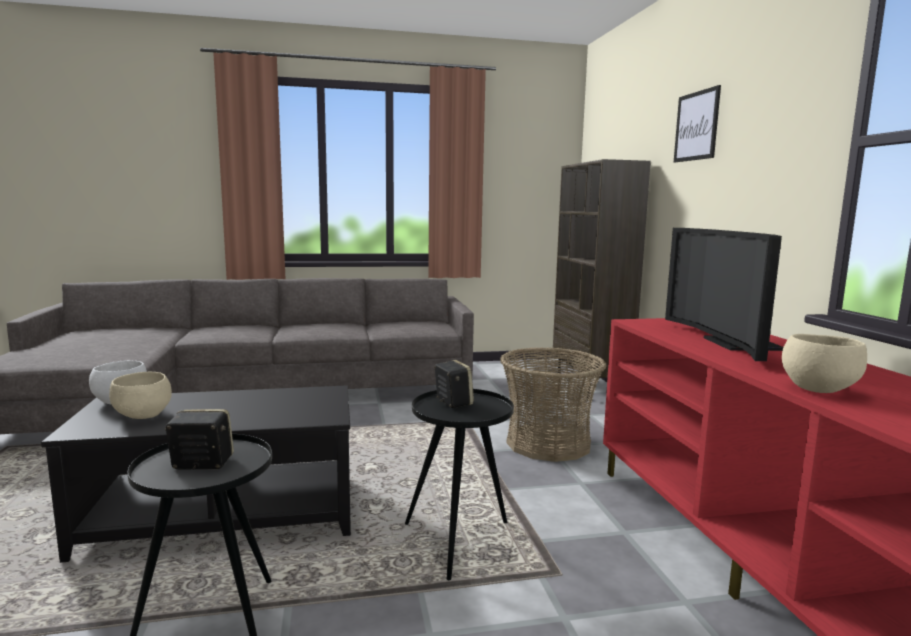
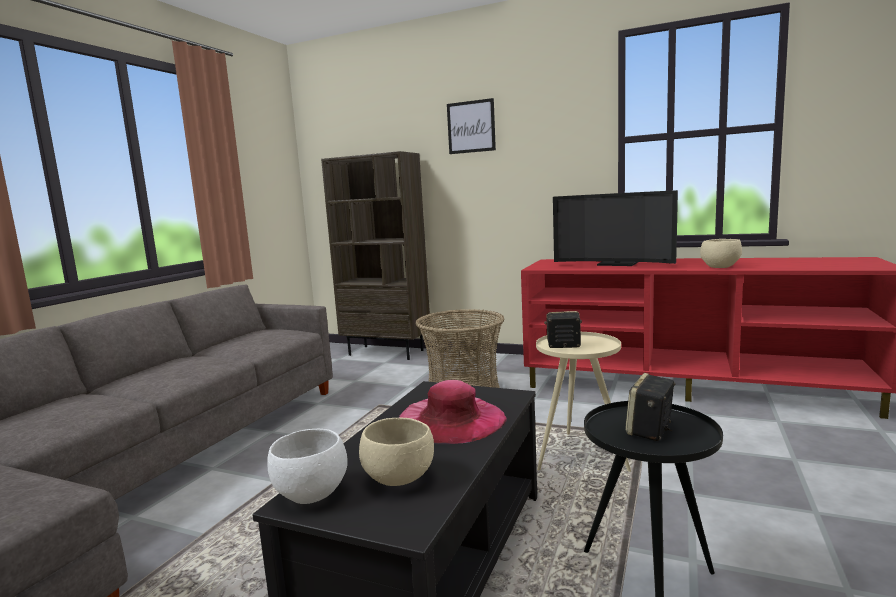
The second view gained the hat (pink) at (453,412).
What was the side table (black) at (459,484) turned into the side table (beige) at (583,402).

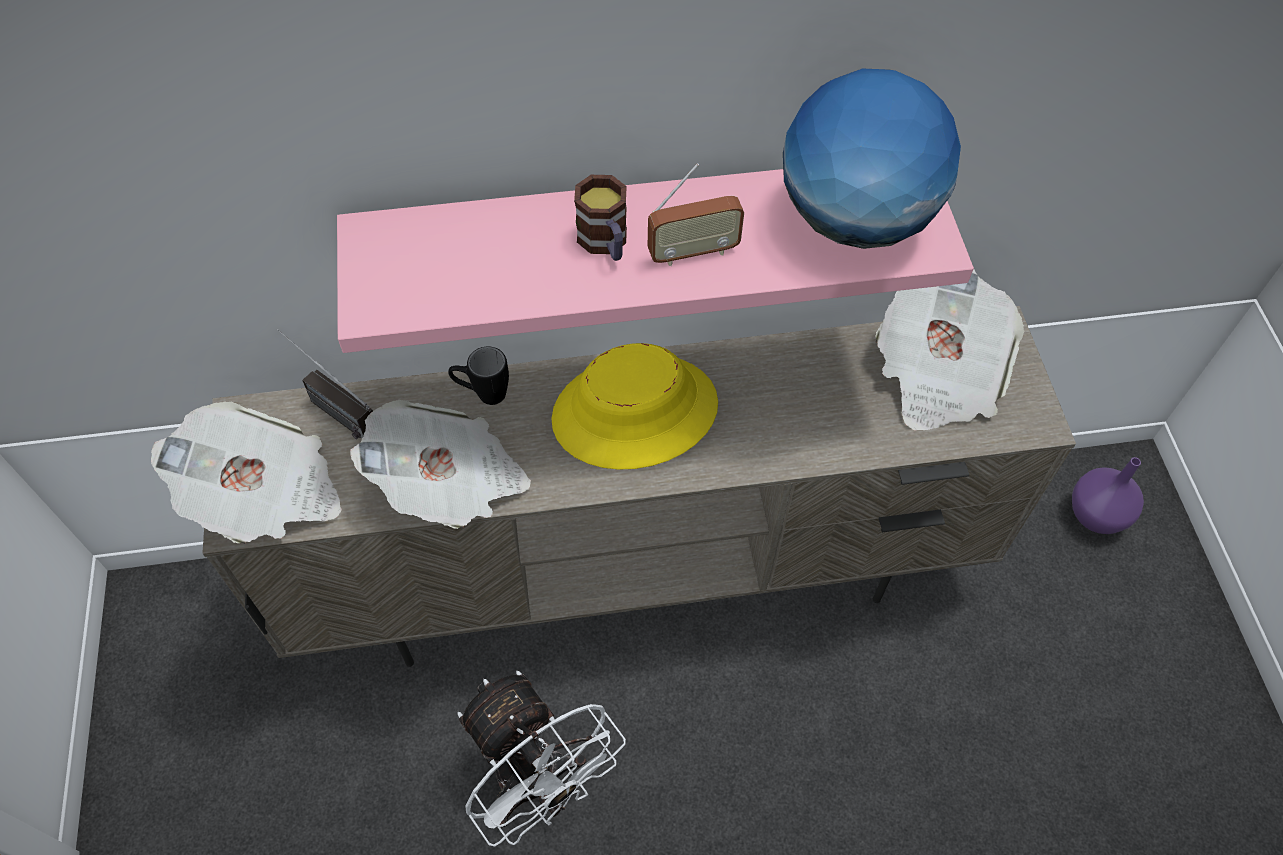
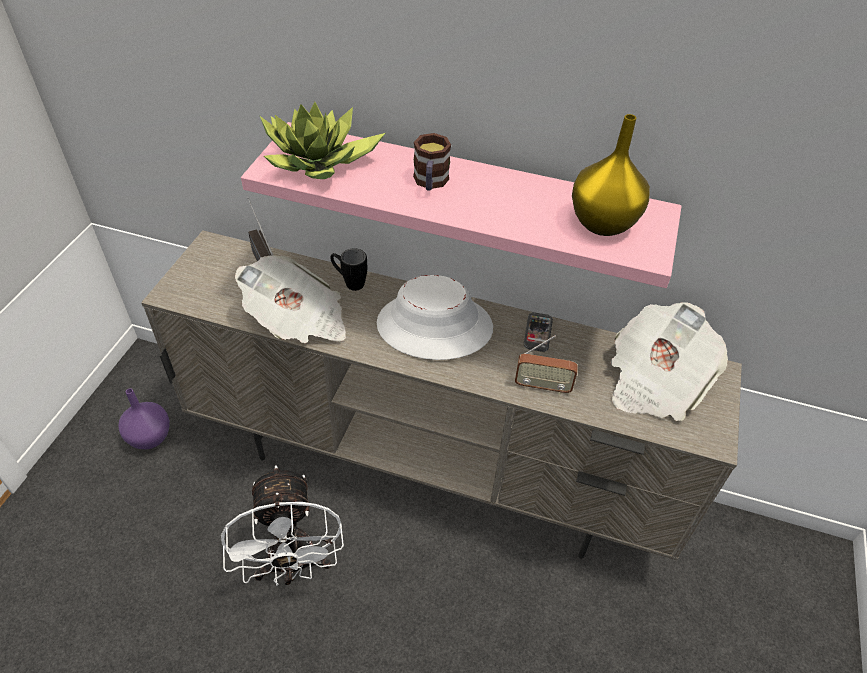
The second view lost the newspaper at (246,472).
The second view gained the potted plant at (322,140).
The second view gained the phone at (538,332).
The radio ended up elsewhere, having gone from (696,214) to (546,365).
The vase (purple) ended up elsewhere, having gone from (1108,495) to (144,418).
Where the globe stood at (872,158), the vase (yellow) came to stand at (611,175).
What was the hat (yellow) at (634,406) turned into the hat (white) at (435,317).

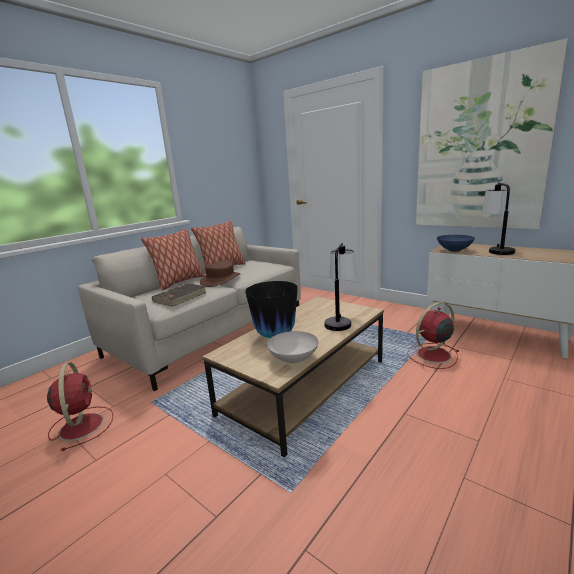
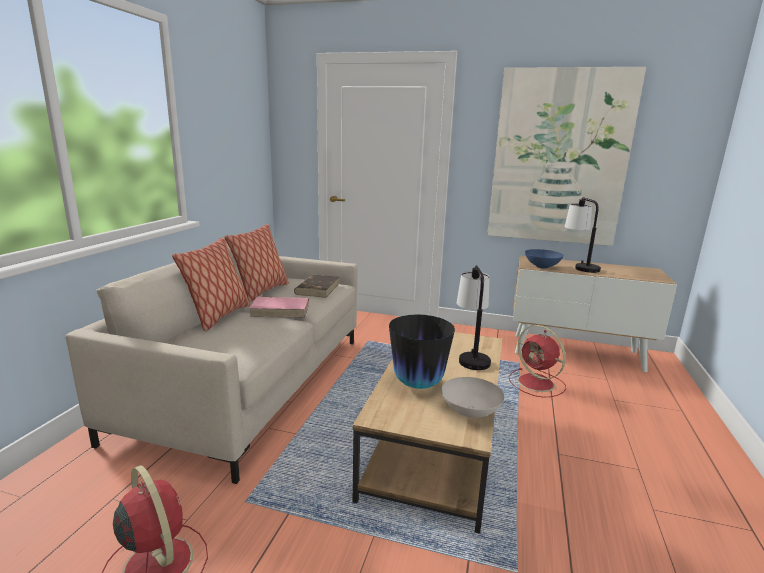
The book (brown) ended up elsewhere, having gone from (179,295) to (317,286).
Where the hat (brown) stood at (220,273), the book (pink) came to stand at (279,307).
The fan (red) at (433,335) ended up facing another way, 75 degrees counterclockwise from before.

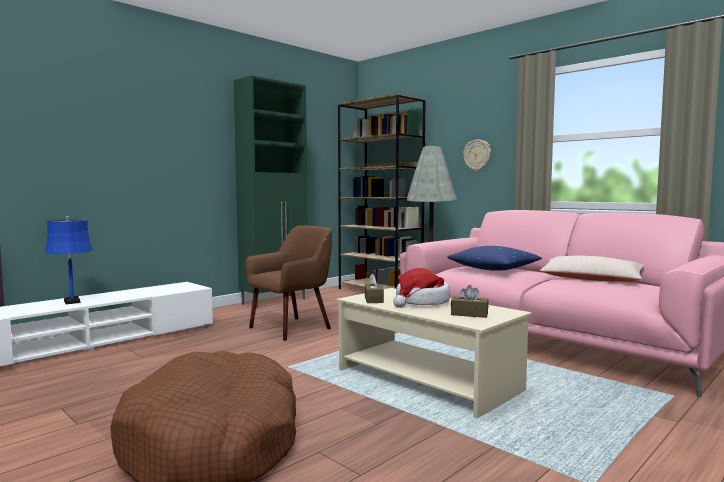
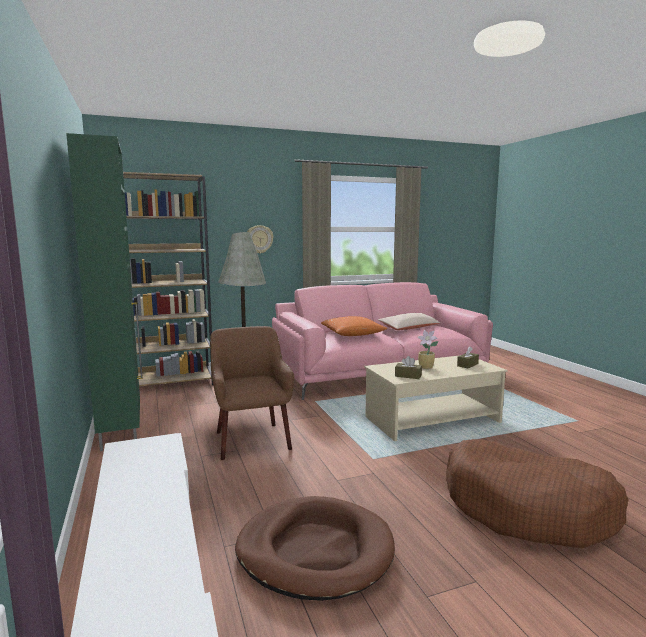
The second view lost the table lamp (blue) at (68,260).
The second view gained the dog bed (brown) at (315,548).
Where the hat stood at (421,288), the potted plant came to stand at (428,349).
What was the pillow (blue) at (494,258) turned into the pillow (orange) at (354,326).

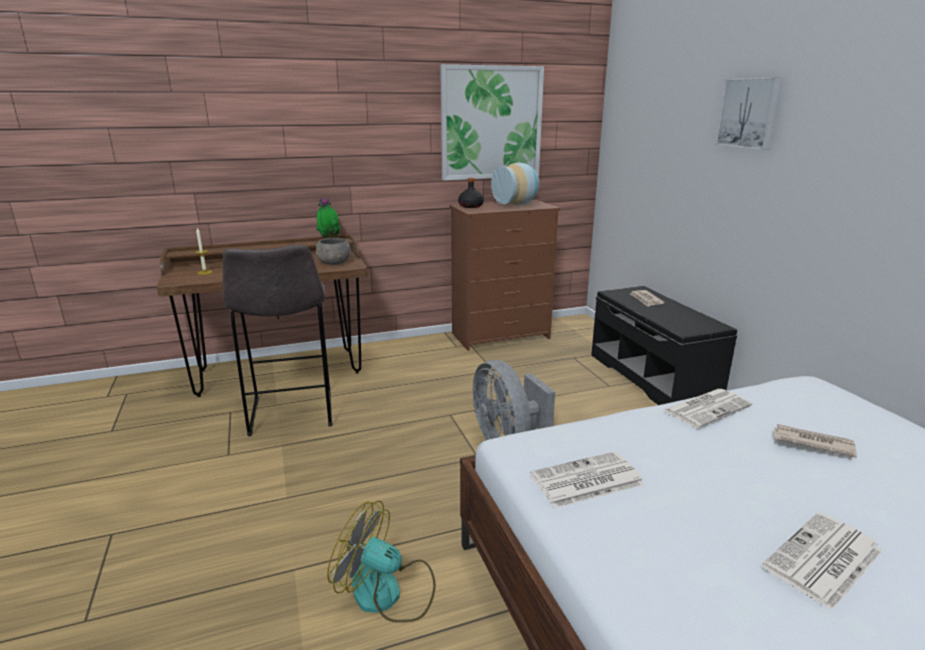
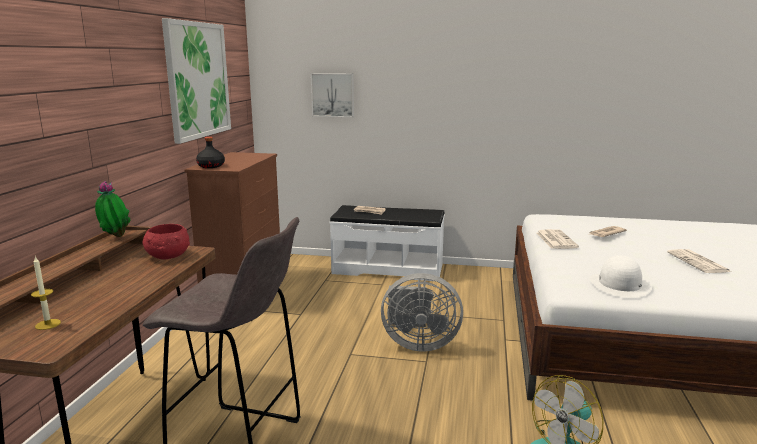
The second view lost the vase at (515,184).
The picture ended up elsewhere, having gone from (749,113) to (332,95).
Where the newspaper stood at (587,480), the hat (white) came to stand at (620,276).
What was the bowl (grey) at (333,251) turned into the bowl (red) at (166,241).
What was the bench (black) at (664,345) turned into the bench (white) at (387,243).

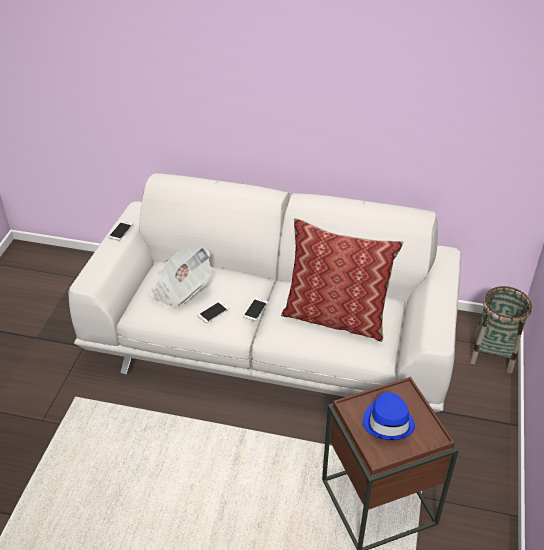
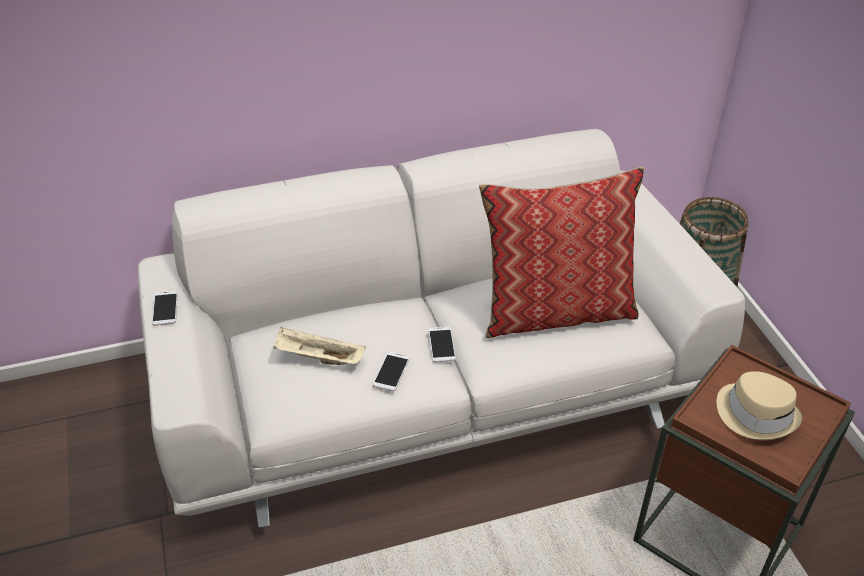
Where the newspaper stood at (181,277), the tray (beige) came to stand at (319,346).
What was the hat (blue) at (389,416) turned into the hat (beige) at (759,405).

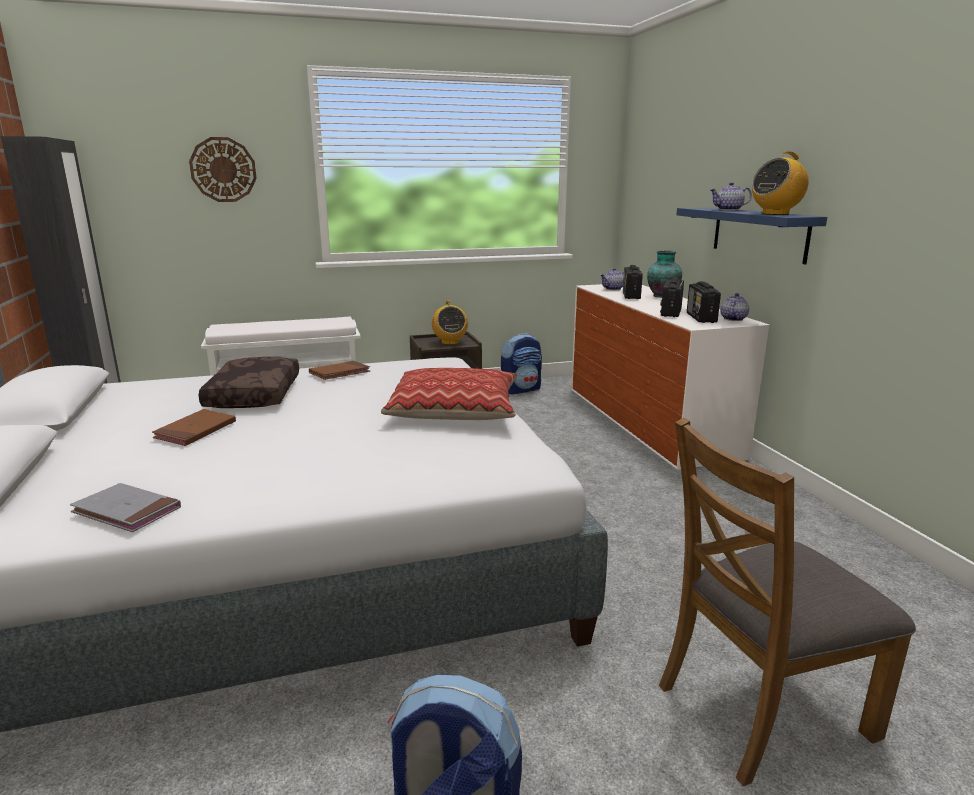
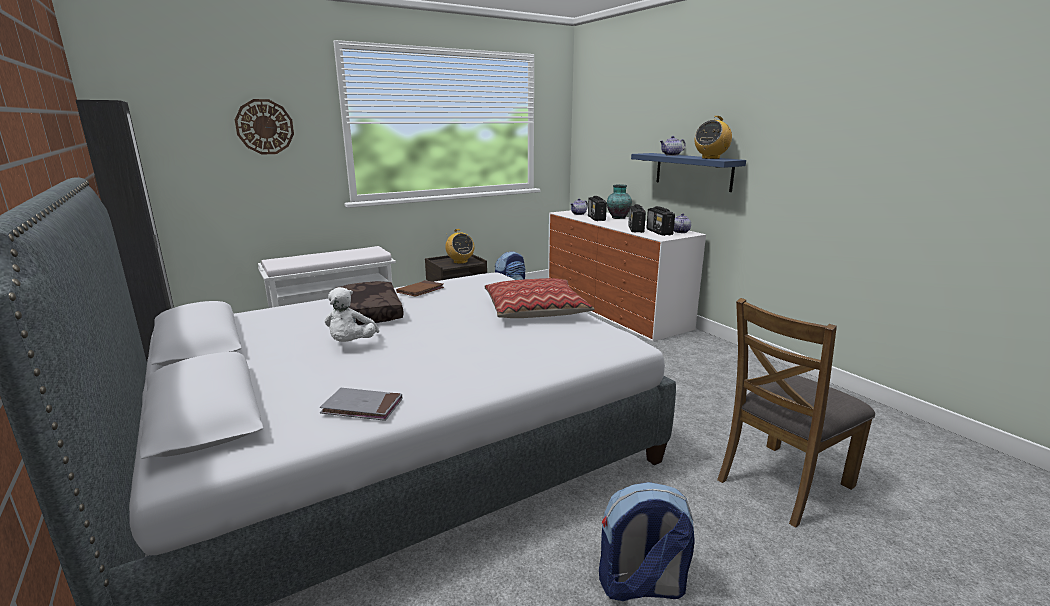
Where the book (brown) stood at (194,427), the plush toy (white) came to stand at (352,314).

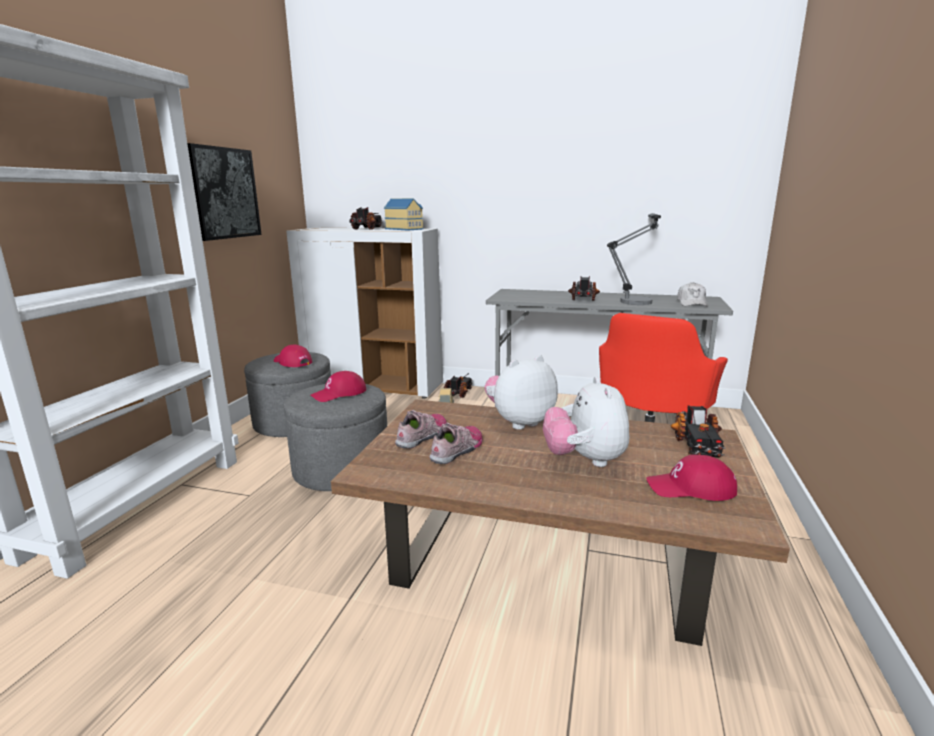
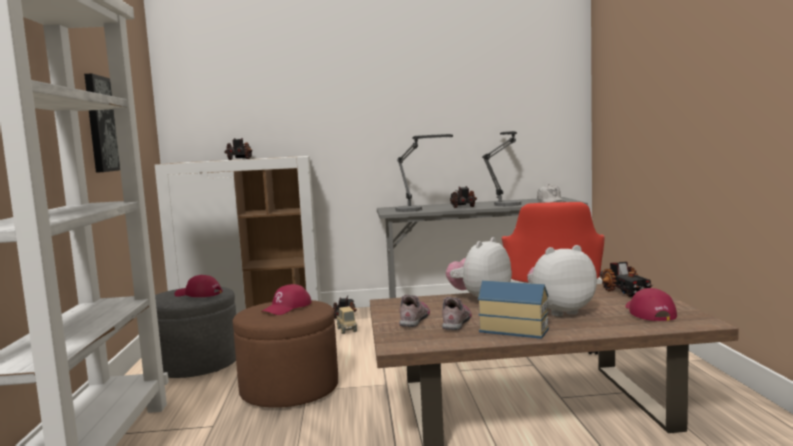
The second view gained the table lamp at (424,173).
The toy house ended up elsewhere, having gone from (403,214) to (513,309).
What was the ottoman (grey) at (335,437) turned into the ottoman (brown) at (285,354).
The plush toy at (586,421) ended up facing another way, 105 degrees clockwise from before.
The cap (red) at (691,478) ended up facing another way, 105 degrees clockwise from before.

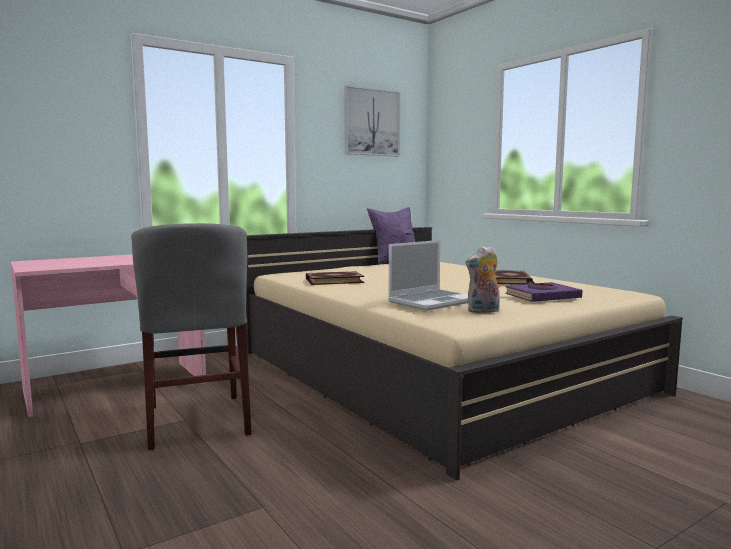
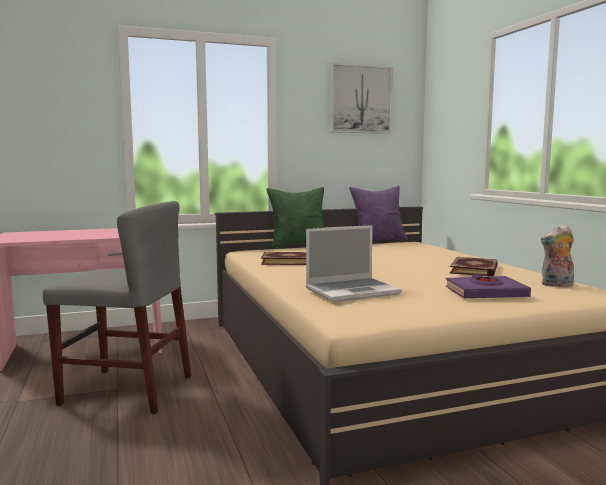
The second view gained the pillow (green) at (295,218).
The plush toy ended up elsewhere, having gone from (482,279) to (557,255).
The chair (grey) at (191,336) ended up facing another way, 75 degrees counterclockwise from before.

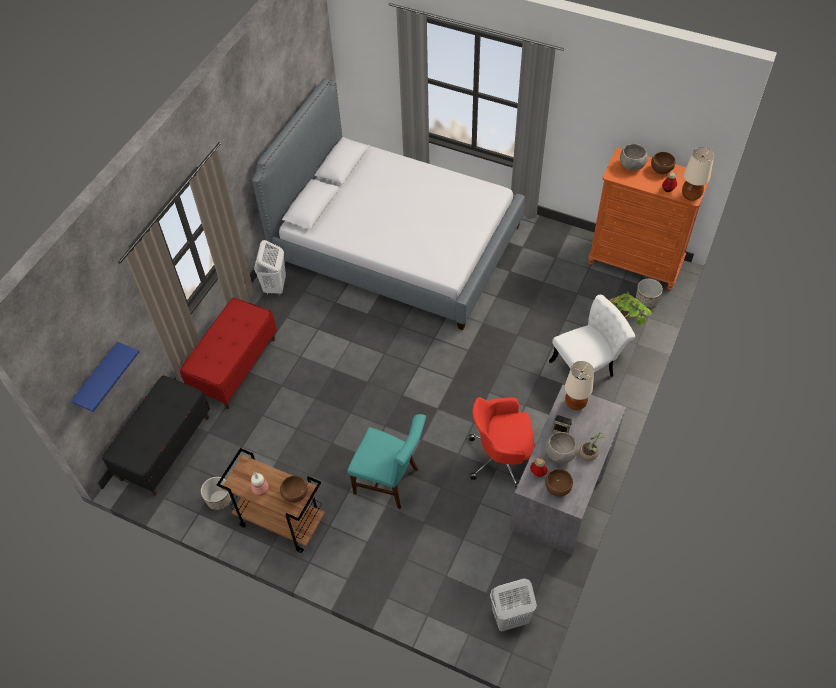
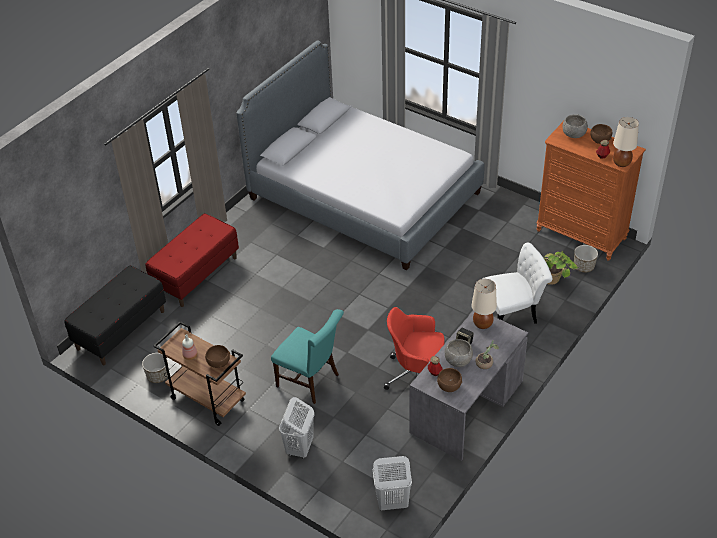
The second view lost the shelf (blue) at (105,377).
The laundry basket (white) ended up elsewhere, having gone from (270,267) to (297,428).

